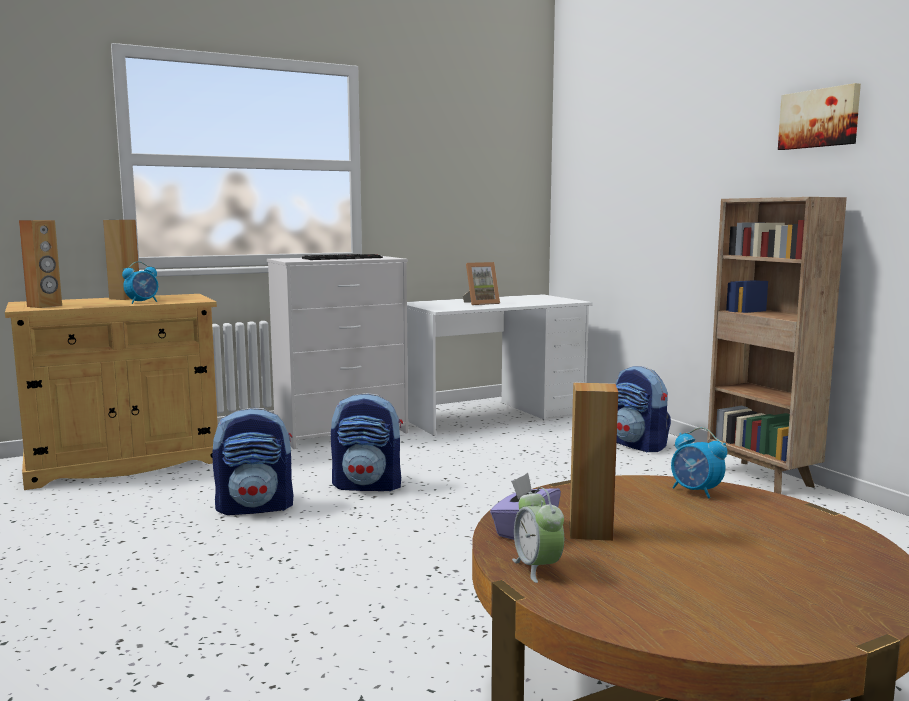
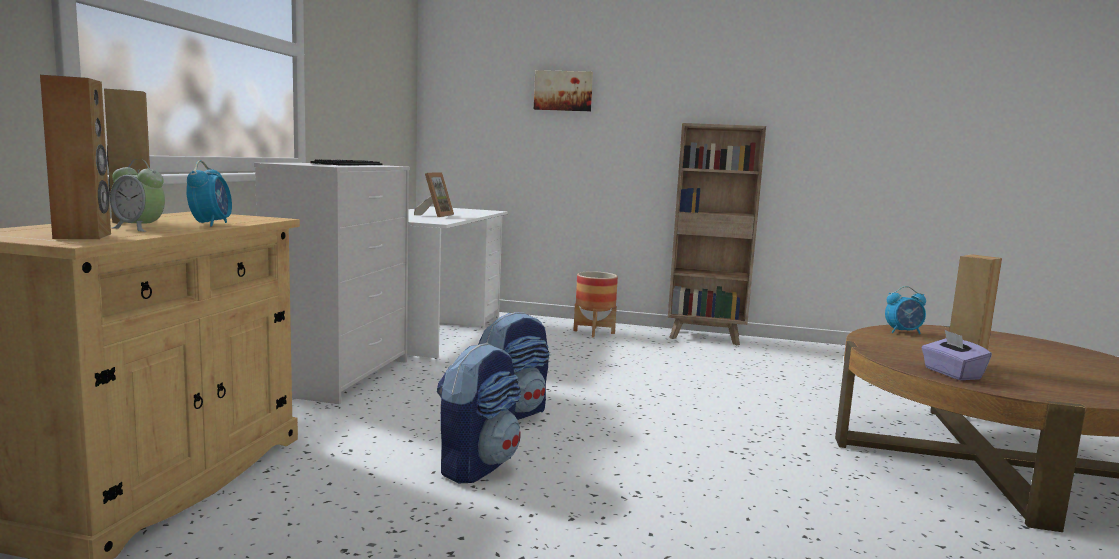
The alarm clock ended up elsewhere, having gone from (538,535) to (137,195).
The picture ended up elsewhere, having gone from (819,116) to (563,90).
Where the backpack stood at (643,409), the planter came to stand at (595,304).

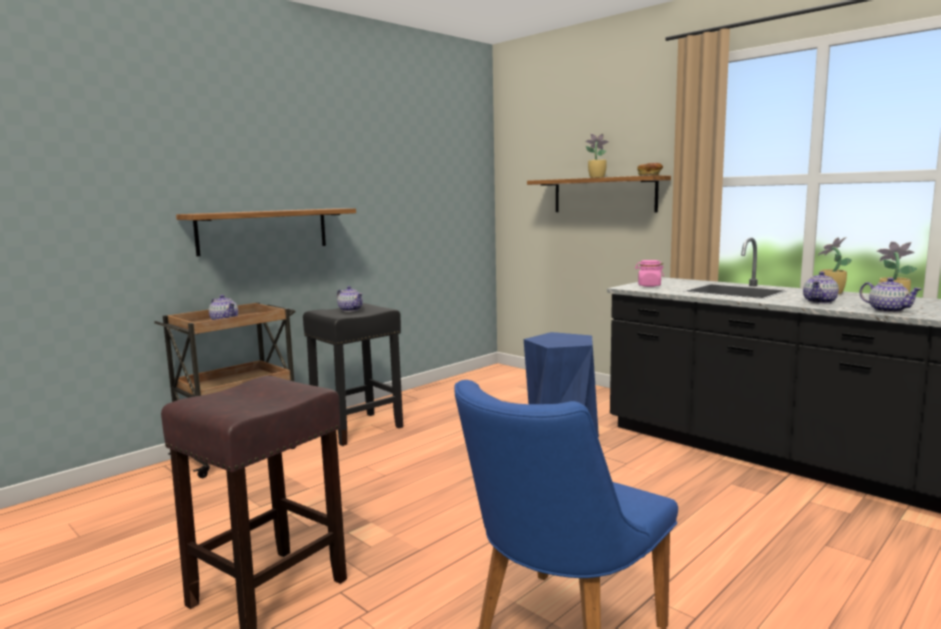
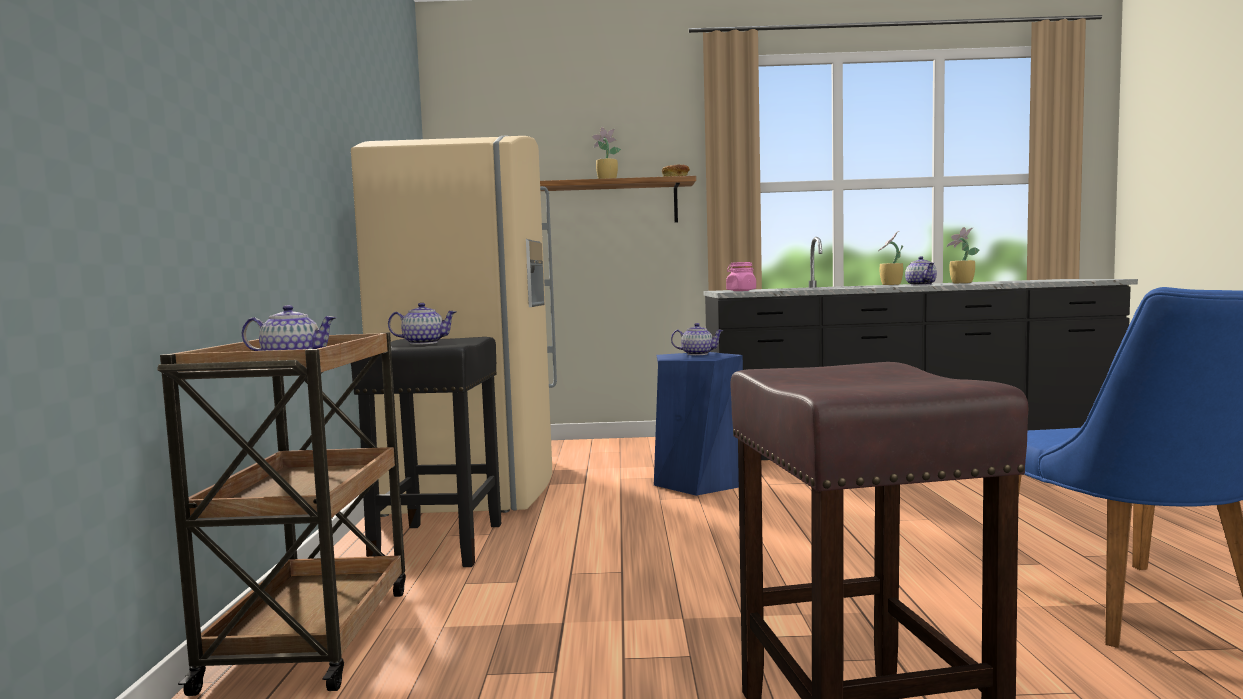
The second view lost the shelf at (266,232).
The second view gained the fridge (beige) at (454,326).
The teapot ended up elsewhere, having gone from (890,295) to (697,339).

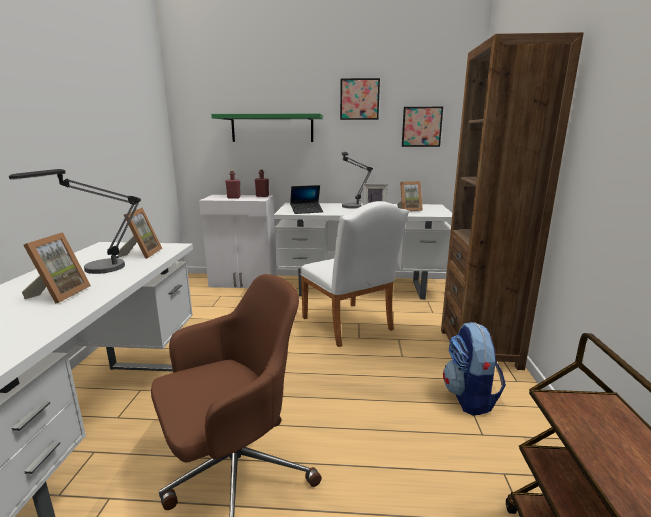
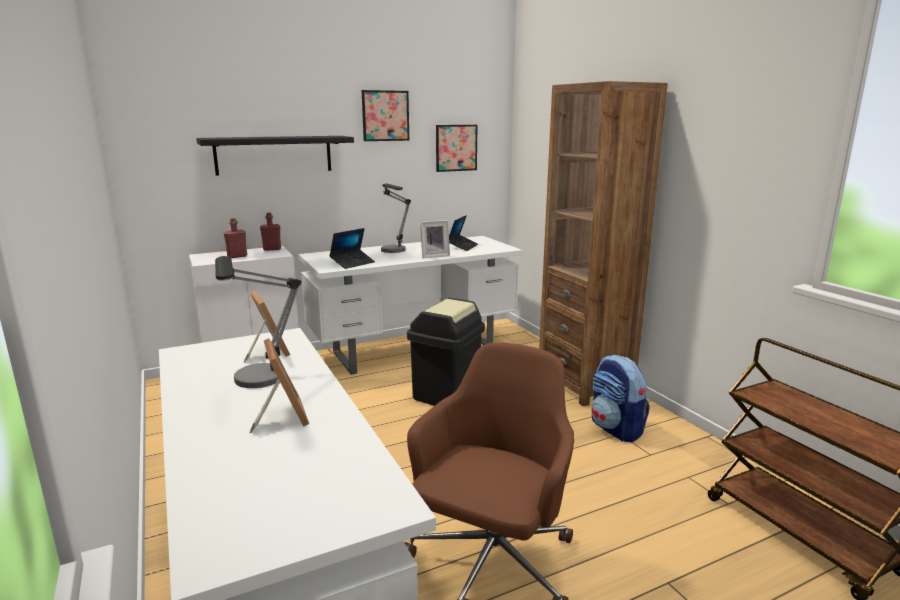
Where the chair (white) stood at (354,274), the trash can (black) came to stand at (446,352).
Where the picture frame stood at (410,196), the laptop came to stand at (463,233).
What was the shelf (green) at (267,128) turned into the shelf (black) at (275,156).

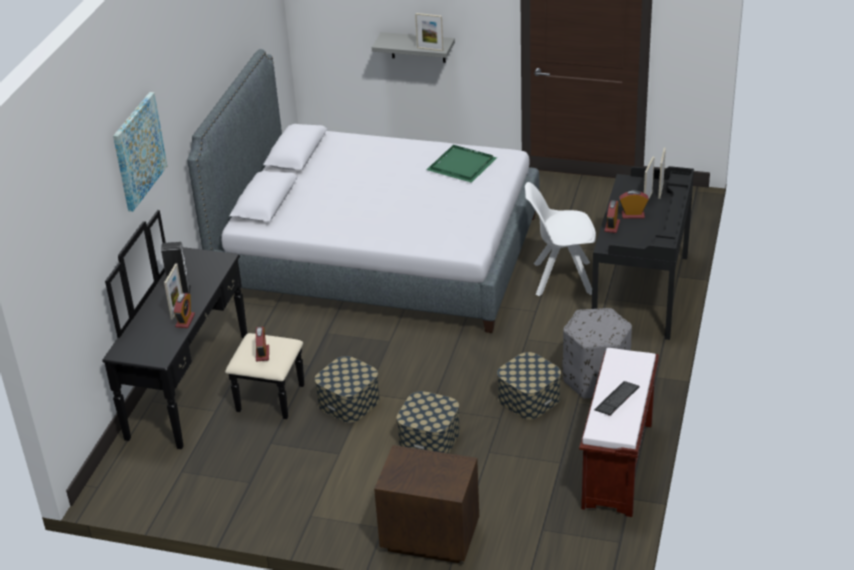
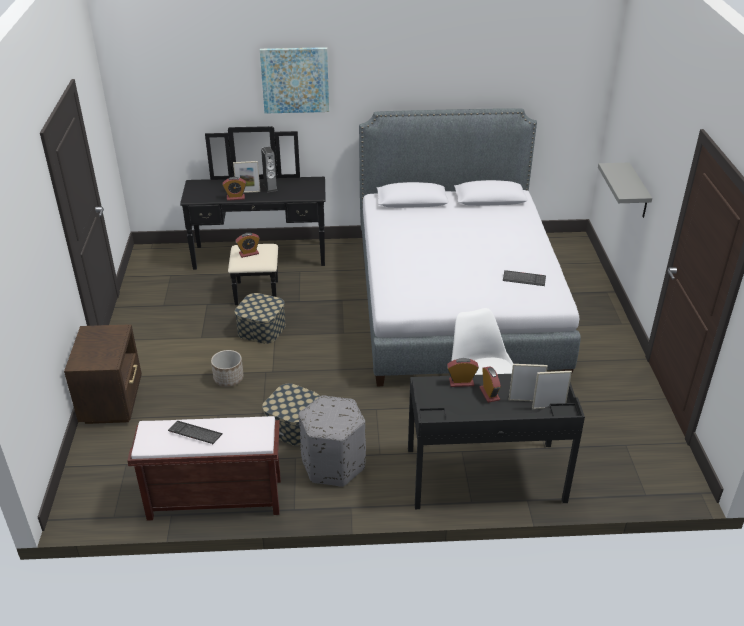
The second view lost the picture frame at (429,32).
Where the storage box stood at (428,422), the planter came to stand at (227,368).
Where the tray (green) stood at (461,164), the keyboard came to stand at (524,278).

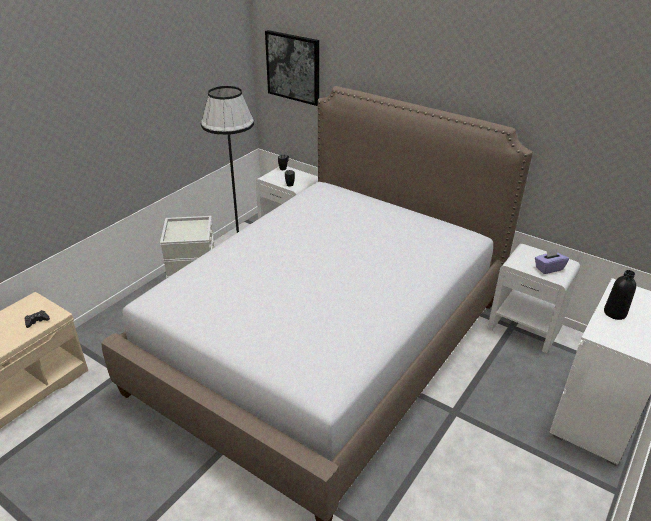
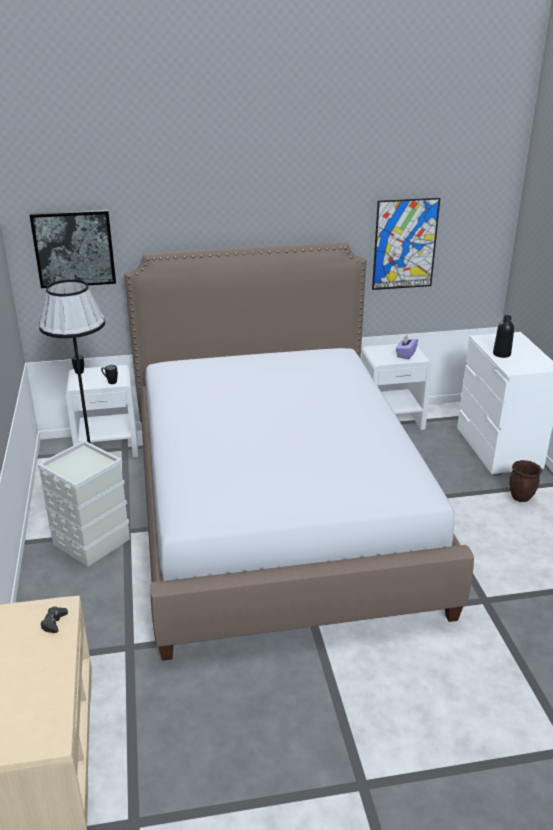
The second view gained the picture at (406,244).
The second view gained the planter (brown) at (525,481).

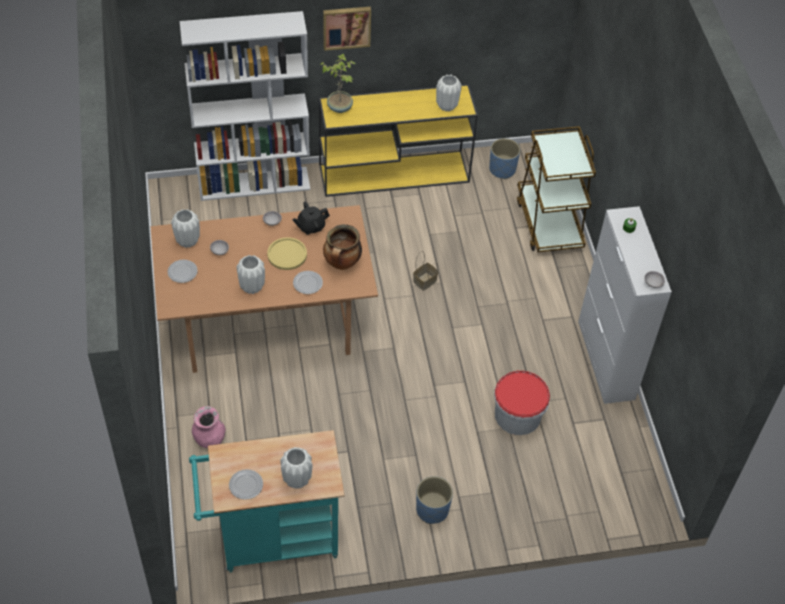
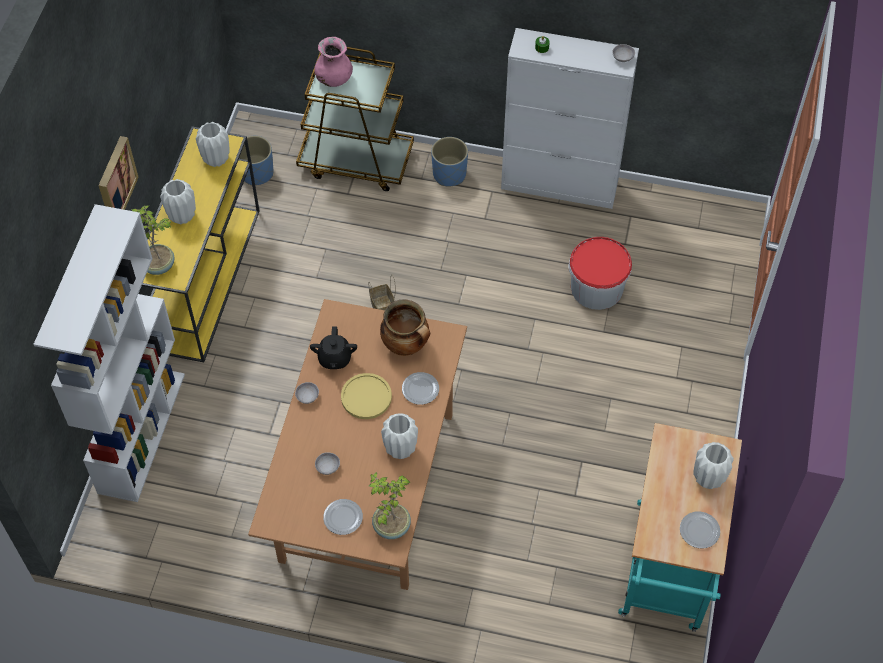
The second view gained the potted plant at (390,506).
The vase (white) ended up elsewhere, having gone from (185,228) to (178,201).
The vase (pink) ended up elsewhere, having gone from (209,427) to (333,62).
The planter (blue) ended up elsewhere, having gone from (434,500) to (449,161).

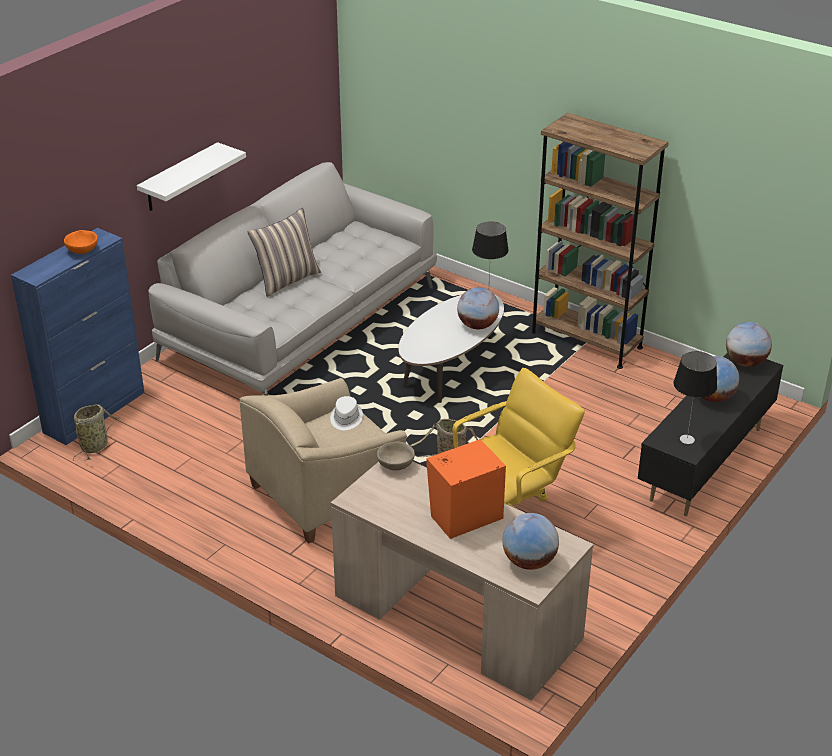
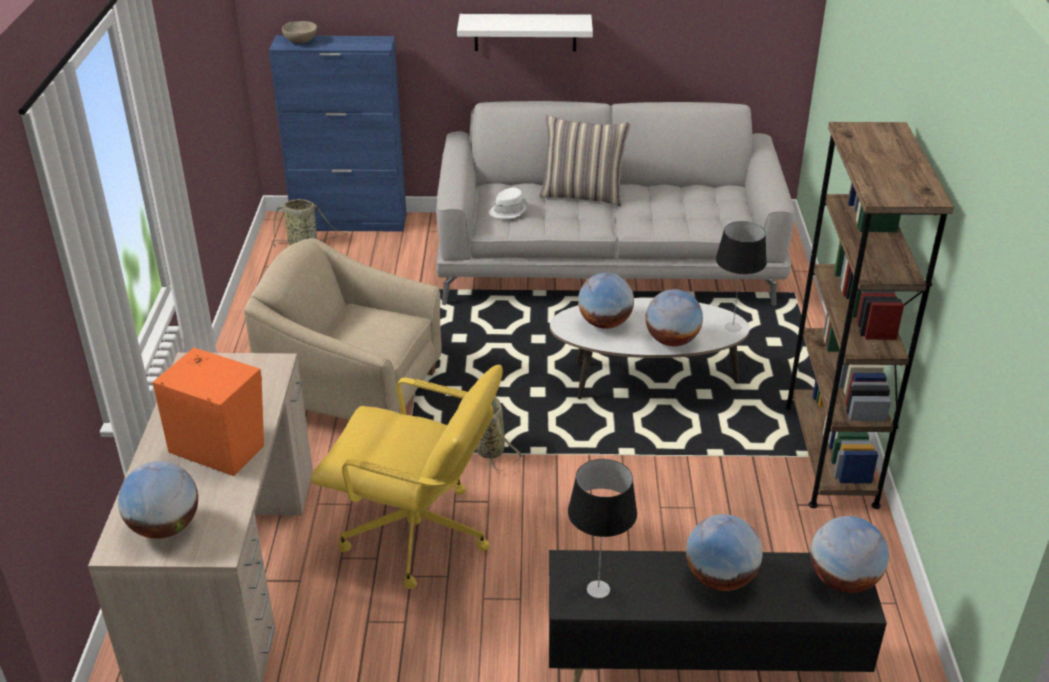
The second view lost the bowl (orange) at (81,242).
The second view gained the globe at (606,301).
The hat (white) ended up elsewhere, having gone from (346,413) to (508,203).
The bowl (beige) ended up elsewhere, having gone from (396,456) to (299,32).

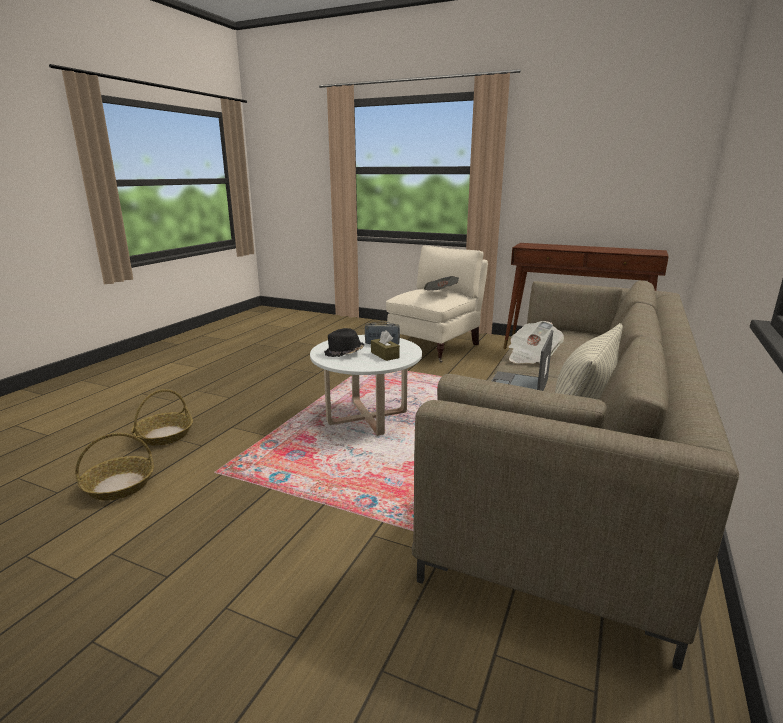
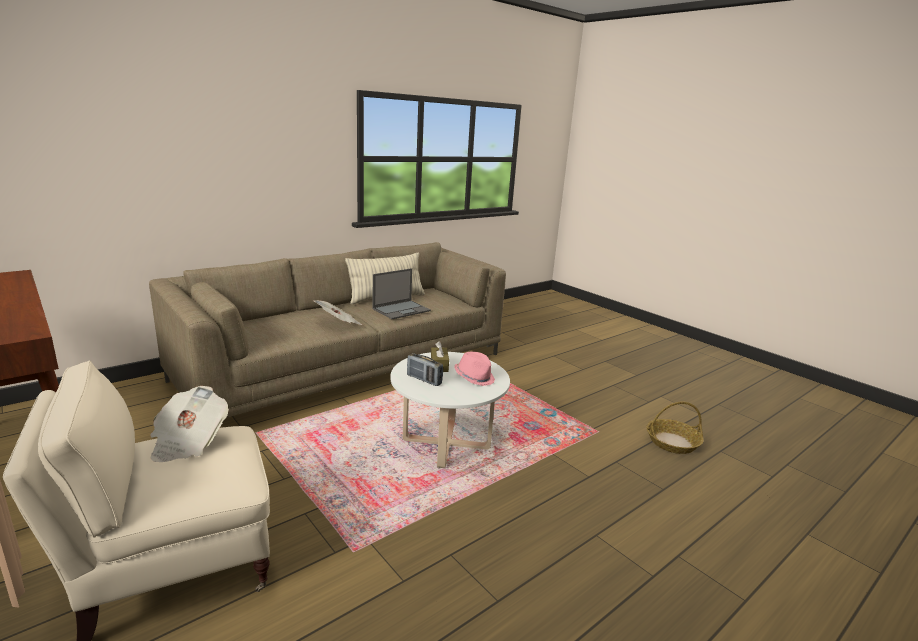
The second view lost the basket at (162,417).
What was the hat (black) at (344,342) turned into the hat (pink) at (474,369).

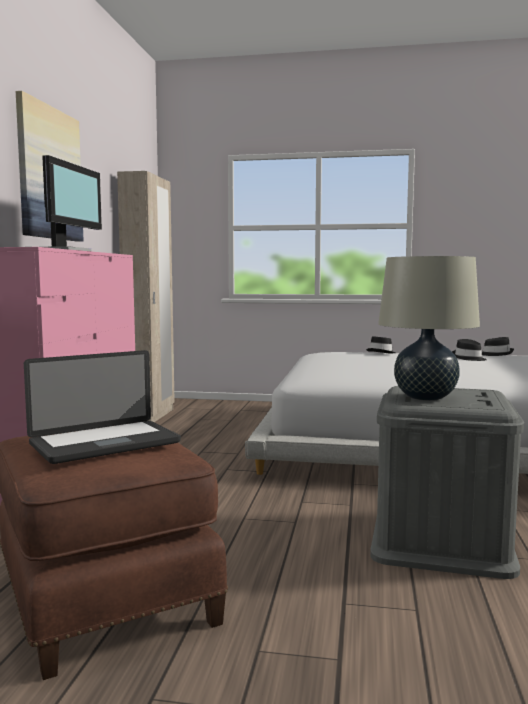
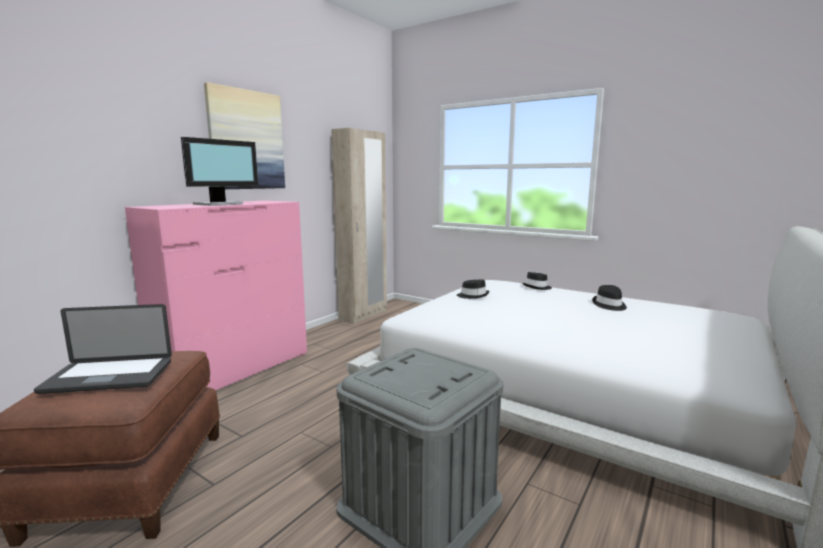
The second view lost the table lamp (beige) at (429,328).
The hat (black) ended up elsewhere, having gone from (498,346) to (473,289).

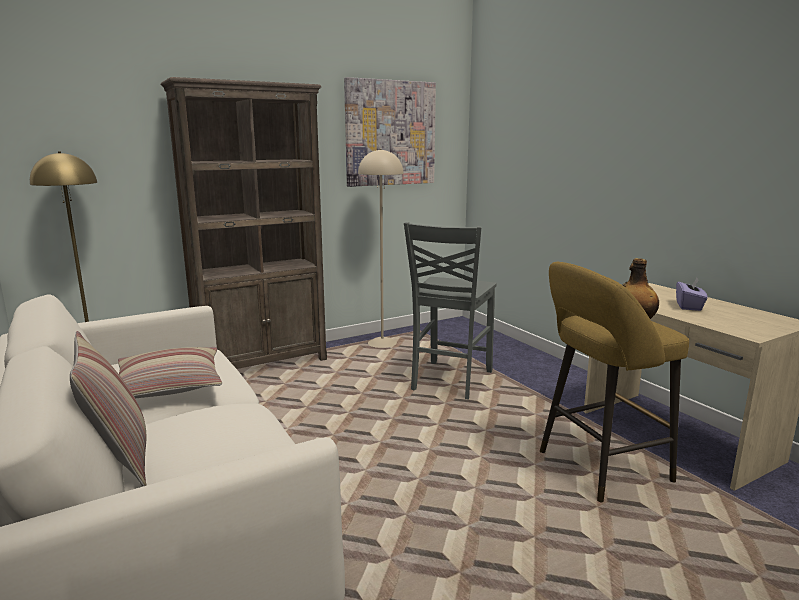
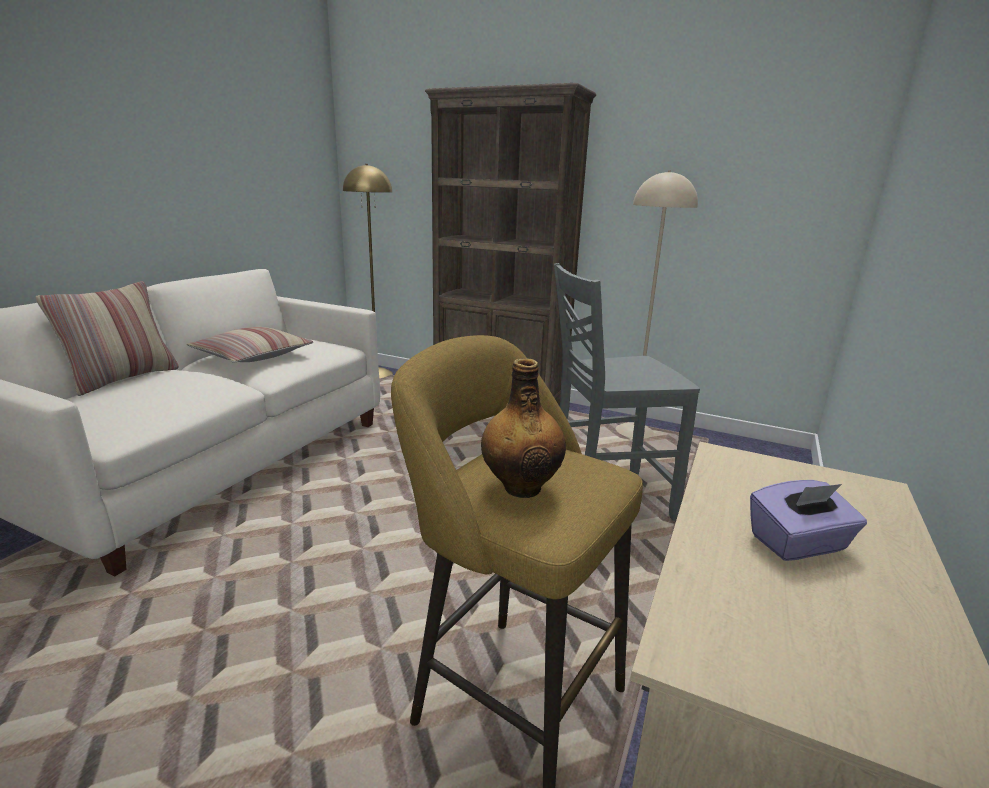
The second view lost the picture at (390,132).

